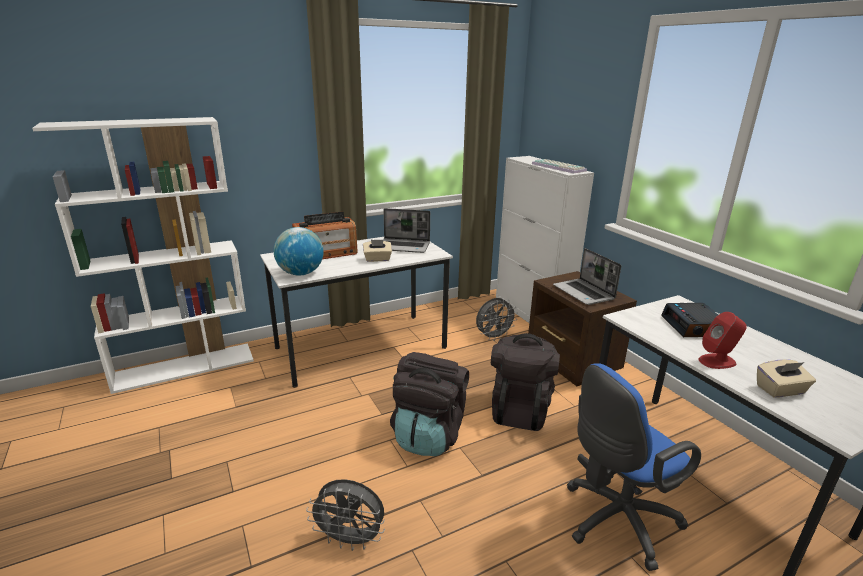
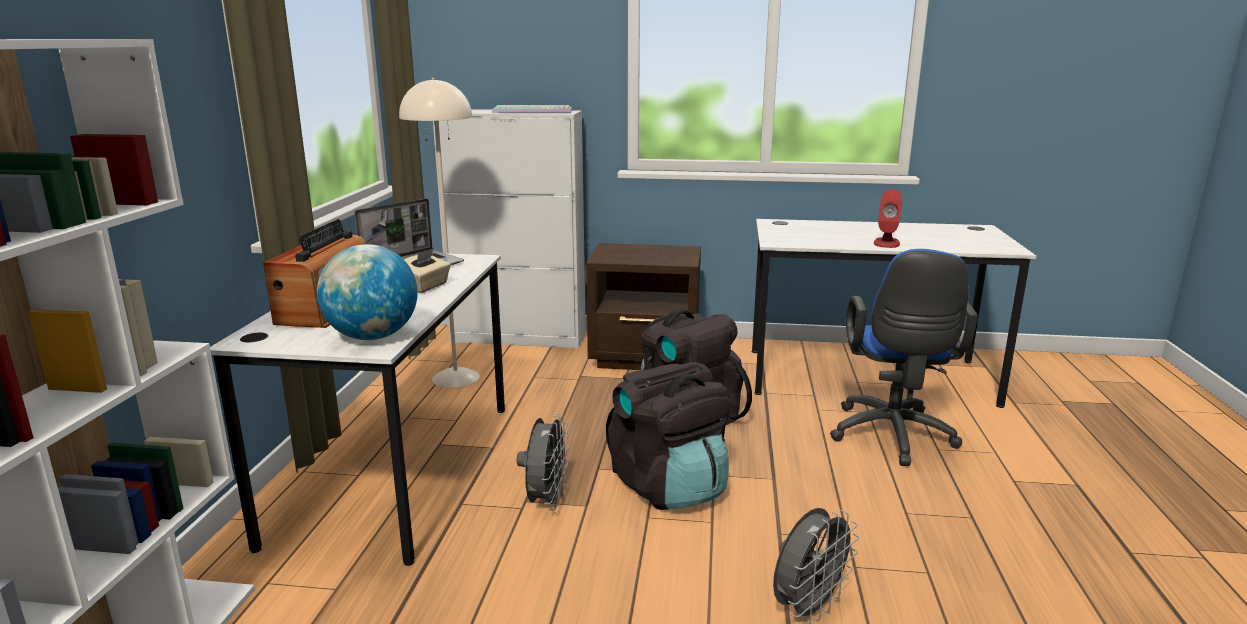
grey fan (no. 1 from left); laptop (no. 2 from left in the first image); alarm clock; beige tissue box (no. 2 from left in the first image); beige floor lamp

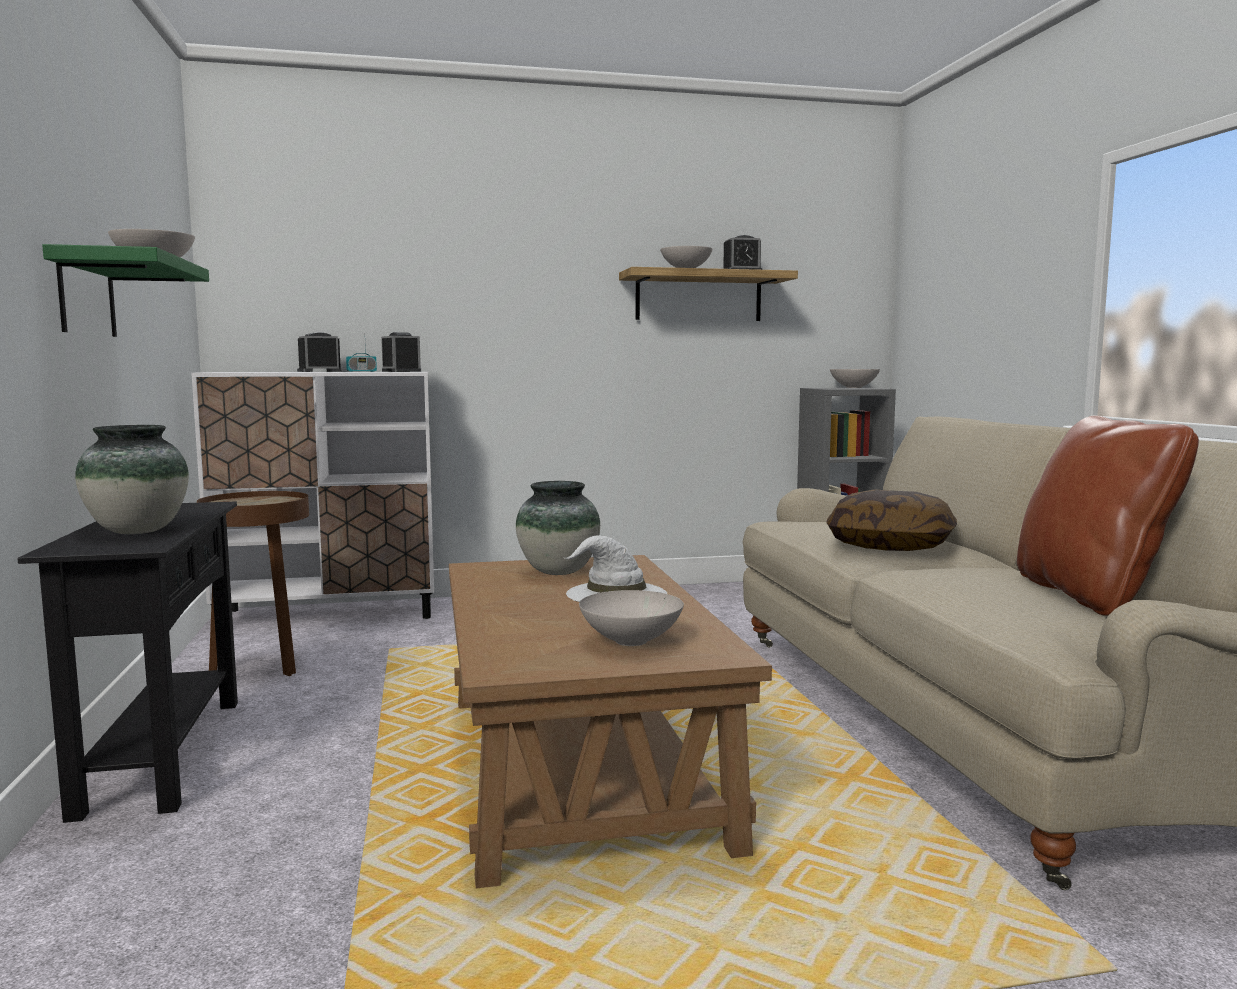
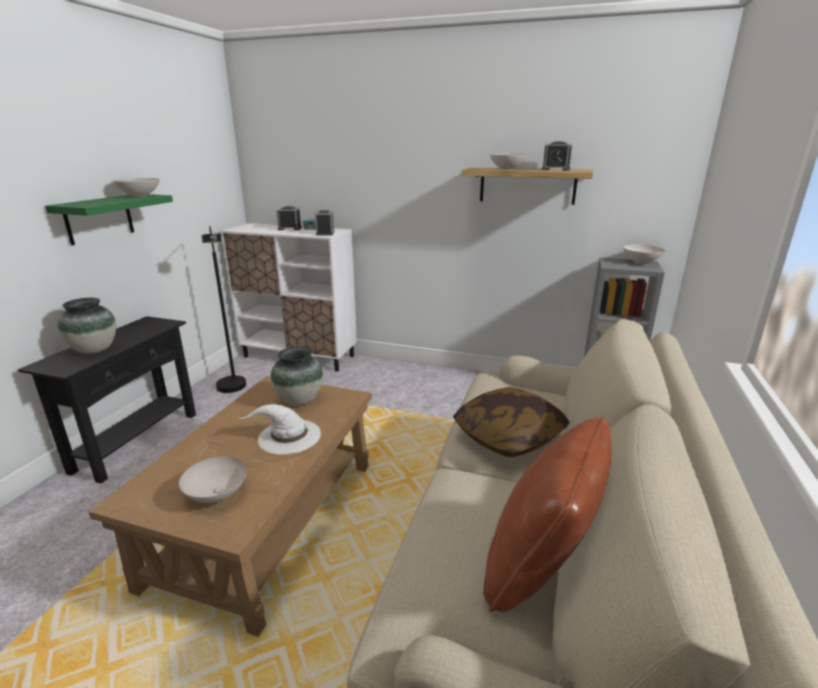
black floor lamp

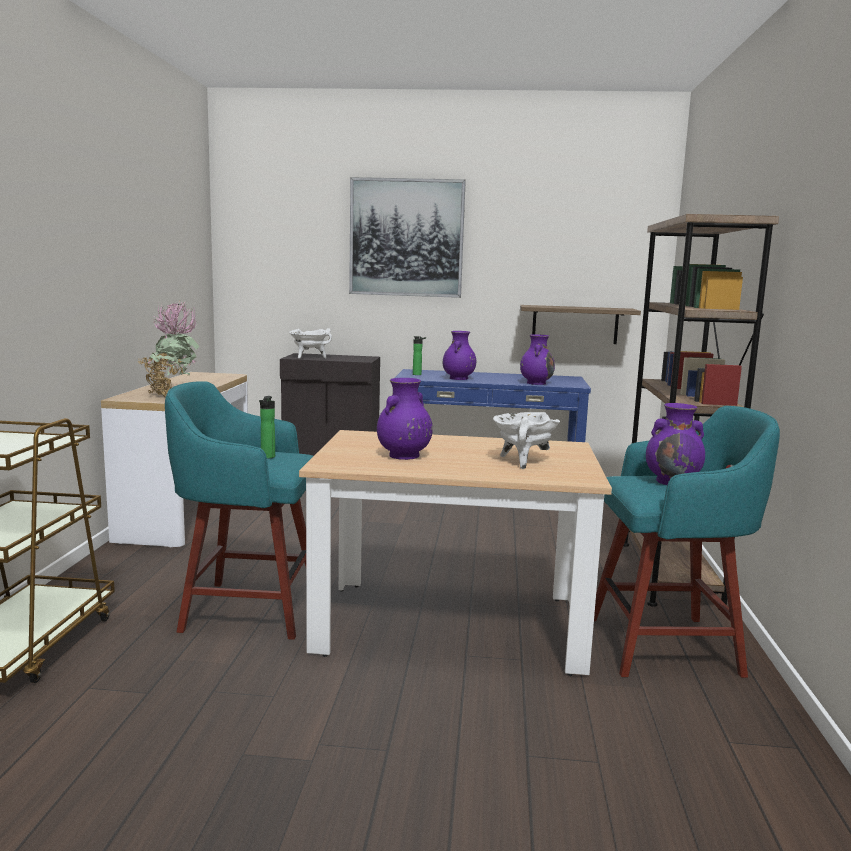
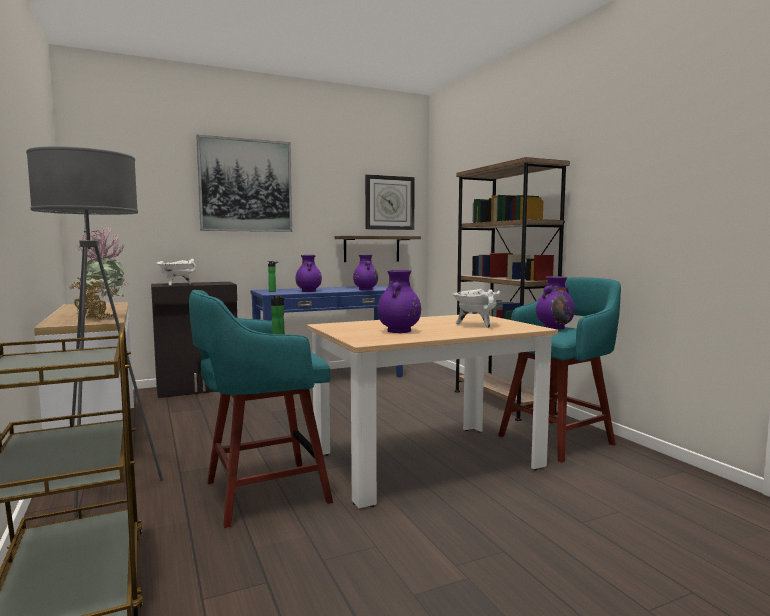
grey floor lamp; wall clock

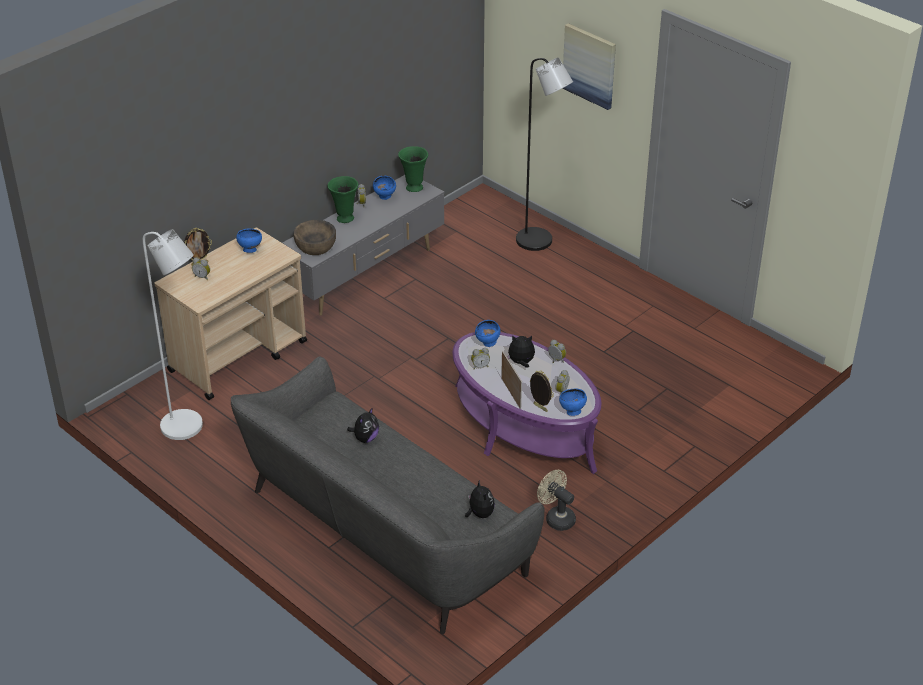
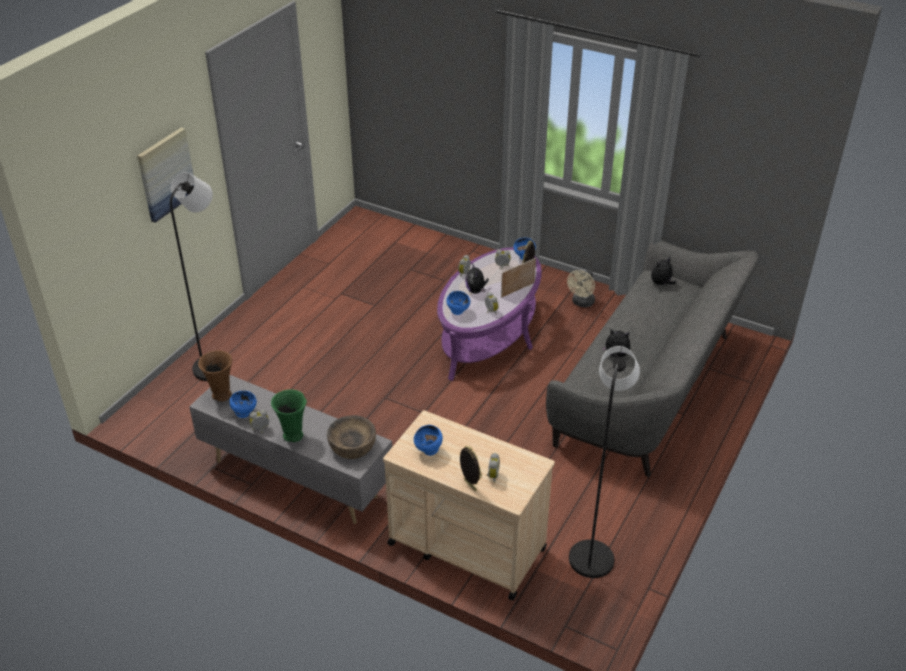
black floor lamp (no. 2 from left); brown vase

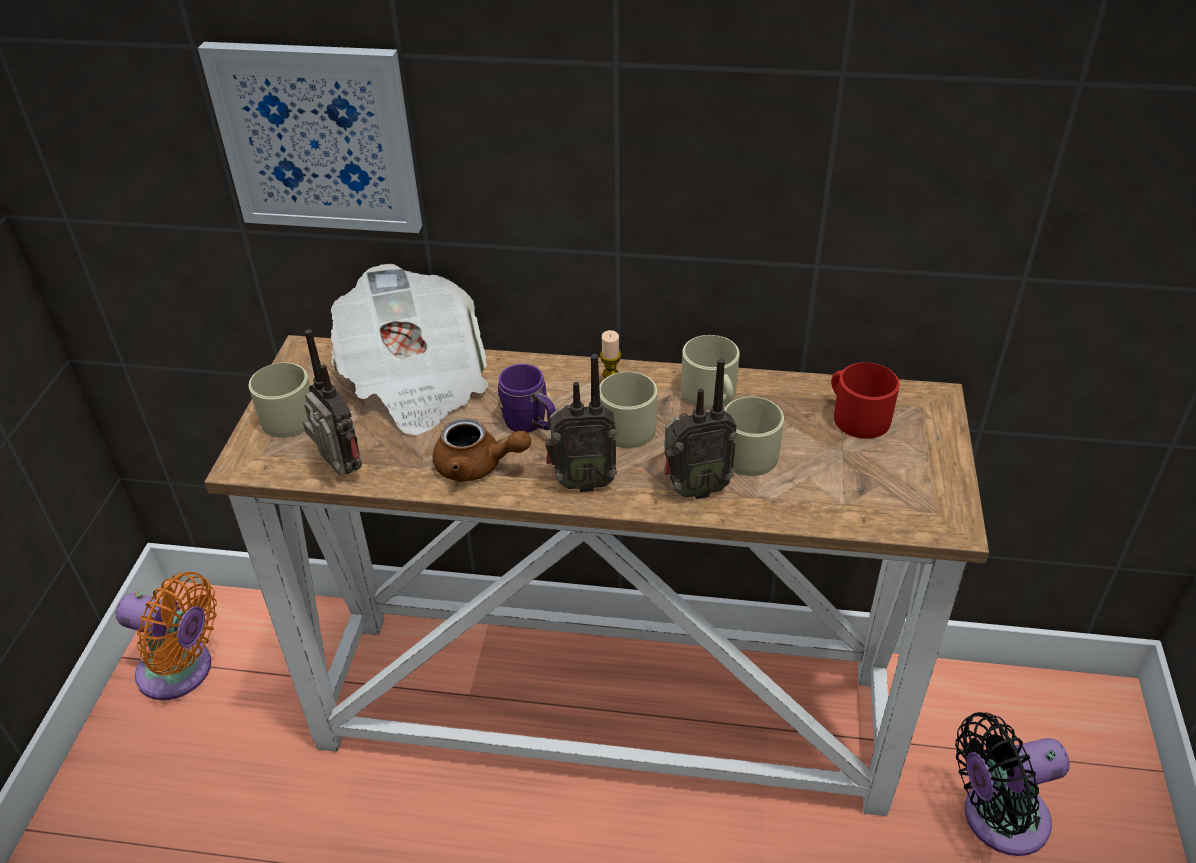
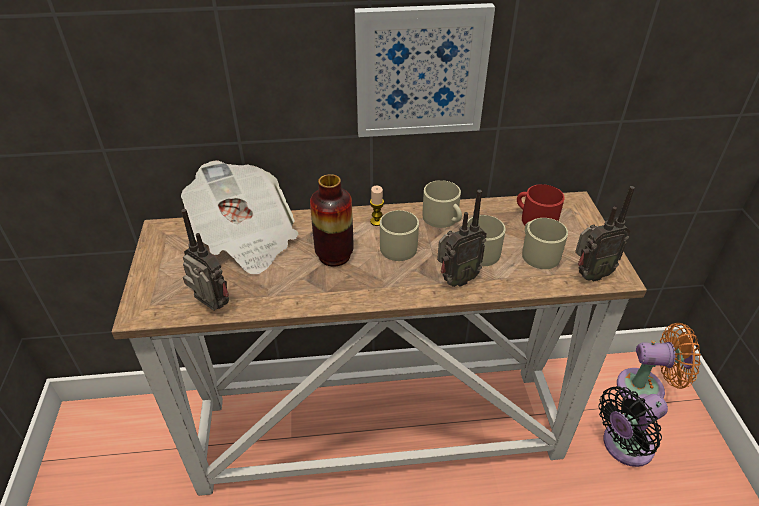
orange fan; picture; beige mug (no. 4 from left); brown teapot; vase; radio (no. 3 from left)

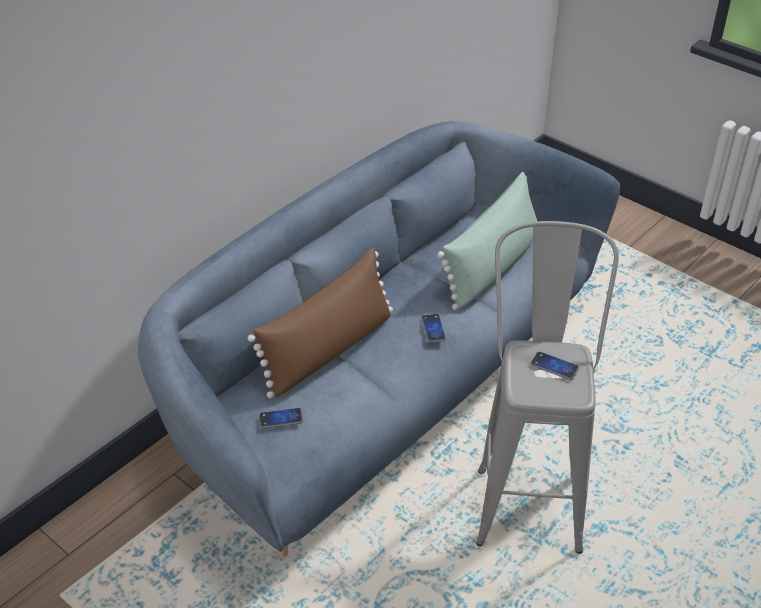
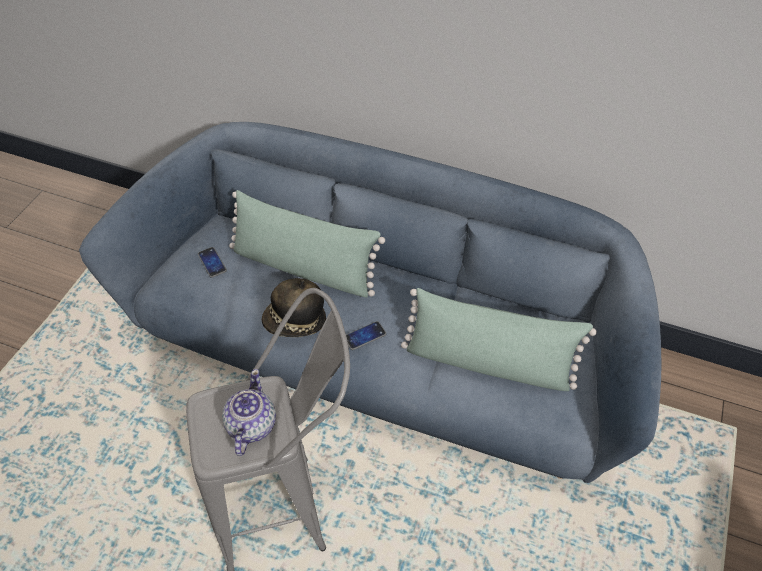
green pillow (no. 1 from left); teapot; hat

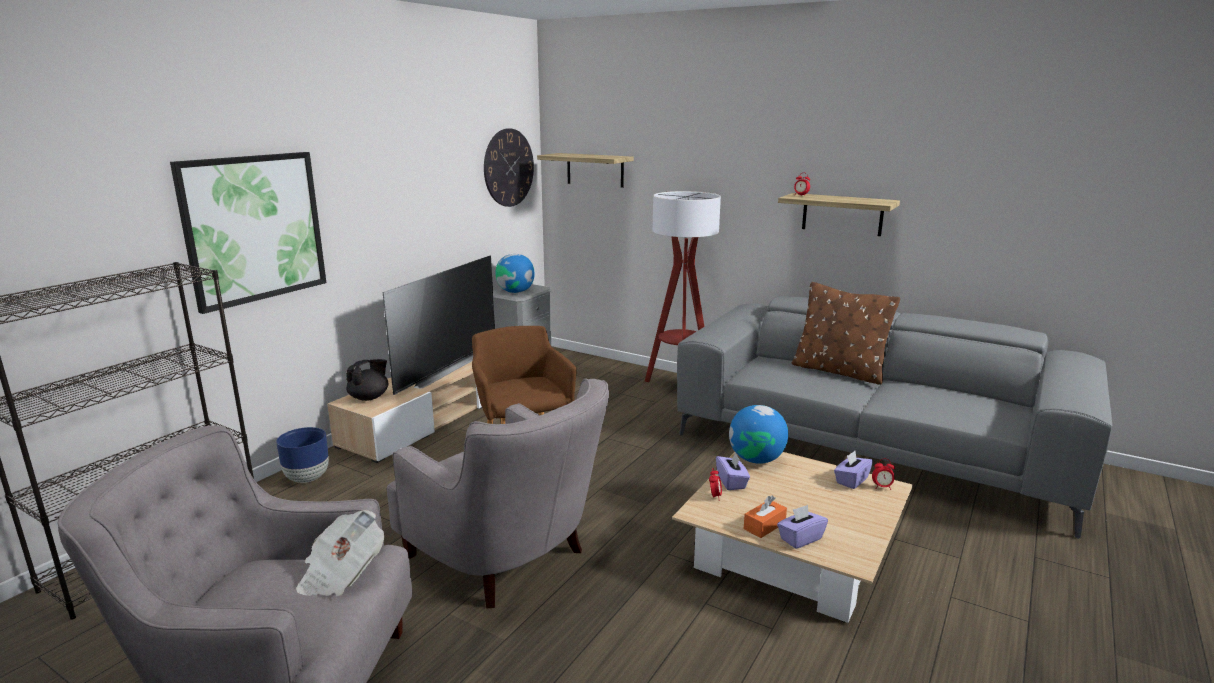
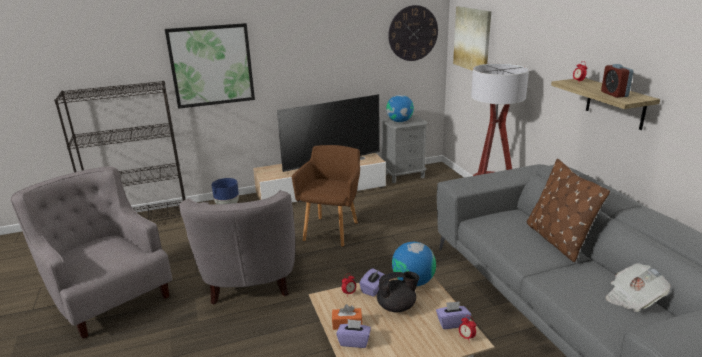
newspaper; black teapot; picture (no. 2 from left); alarm clock (no. 4 from left)

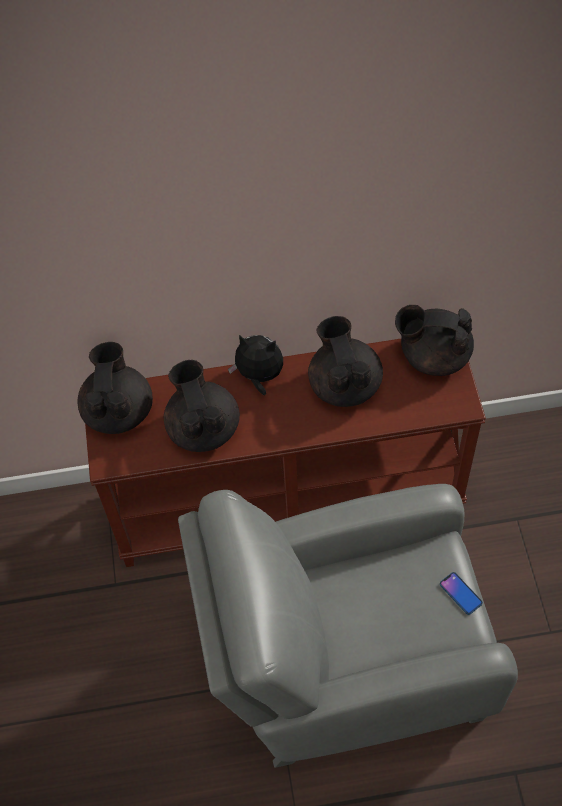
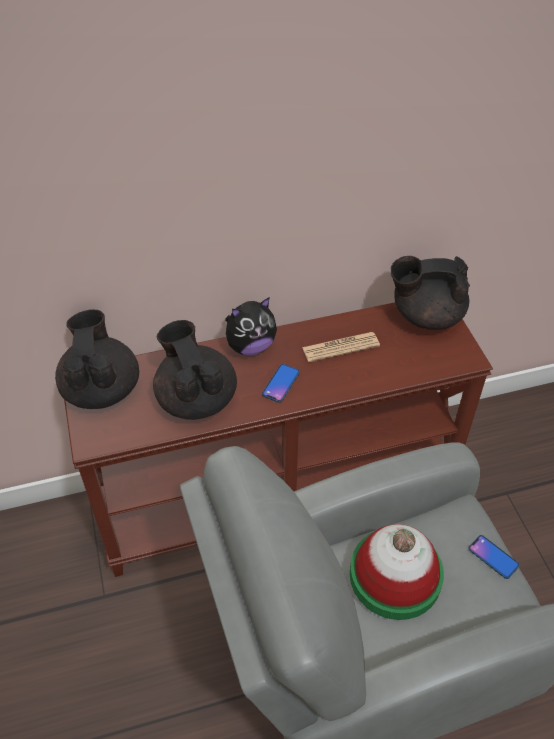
plush toy; newspaper; phone (no. 1 from left); hat

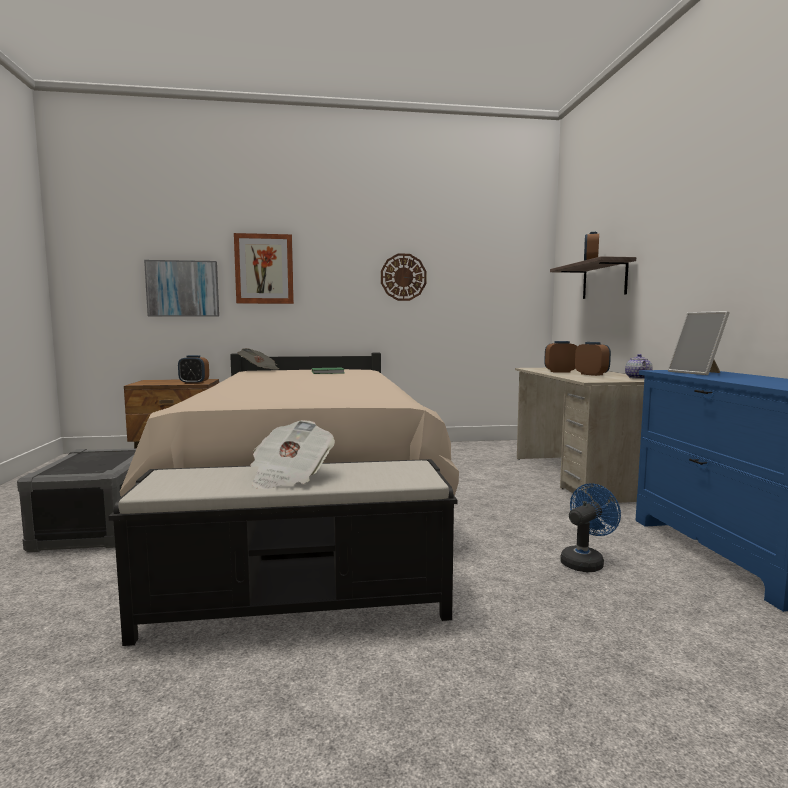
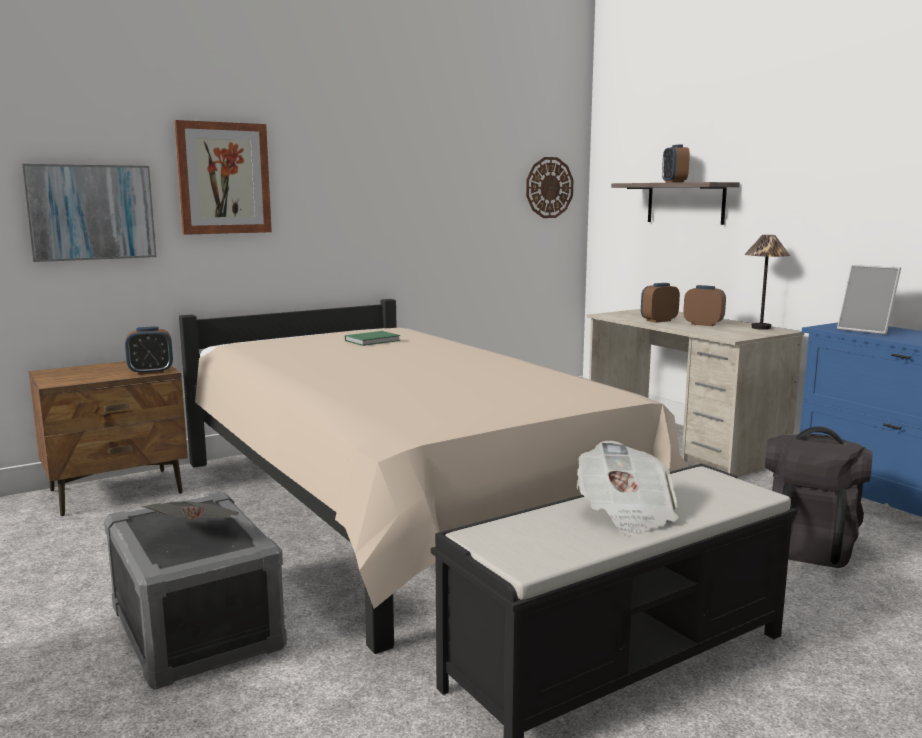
newspaper (no. 1 from left); wall clock; black backpack; table lamp

